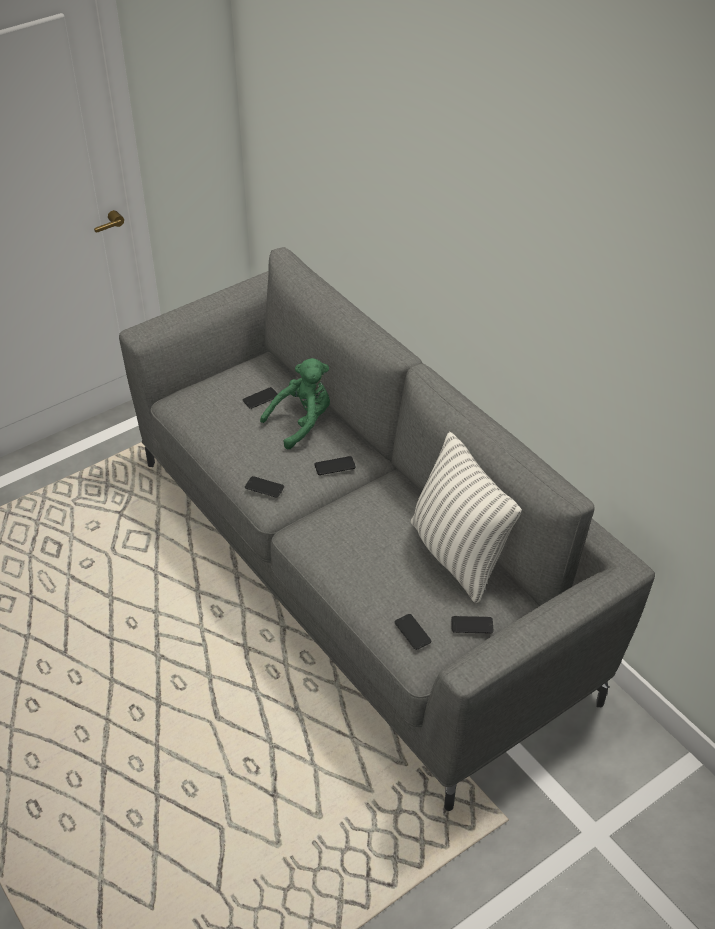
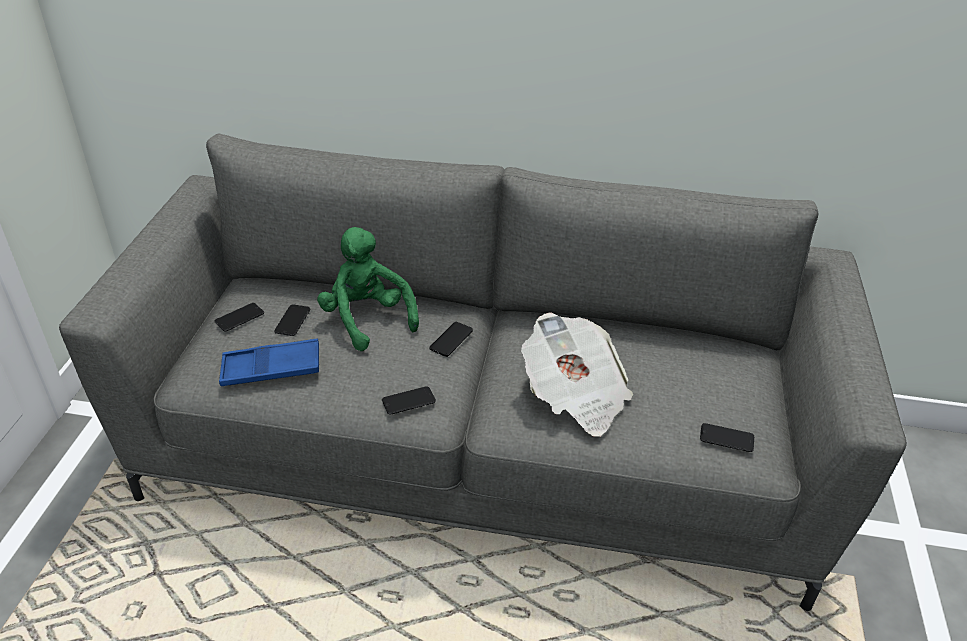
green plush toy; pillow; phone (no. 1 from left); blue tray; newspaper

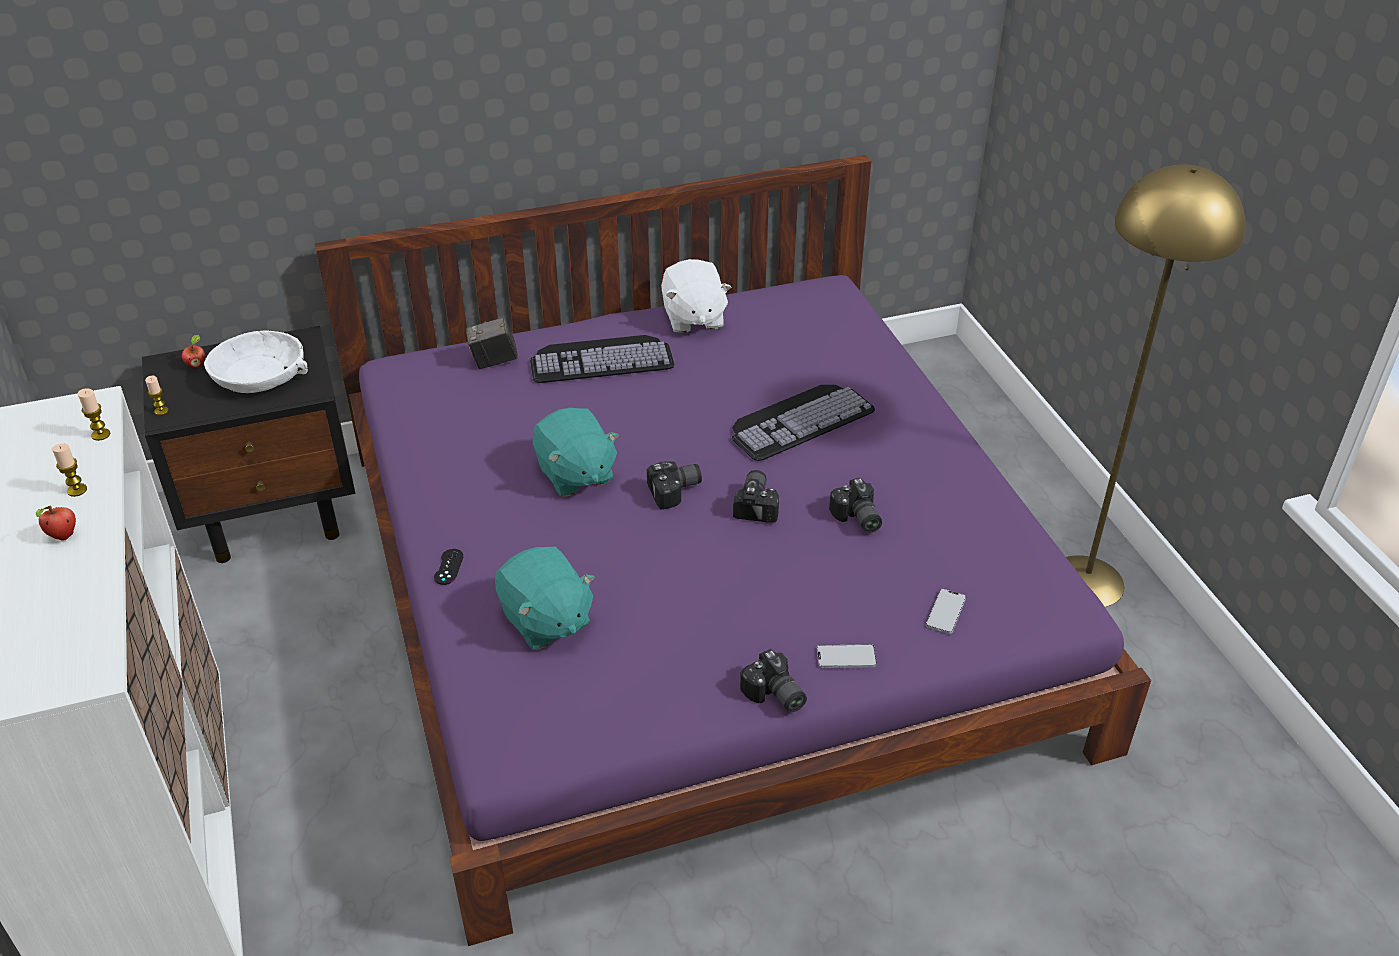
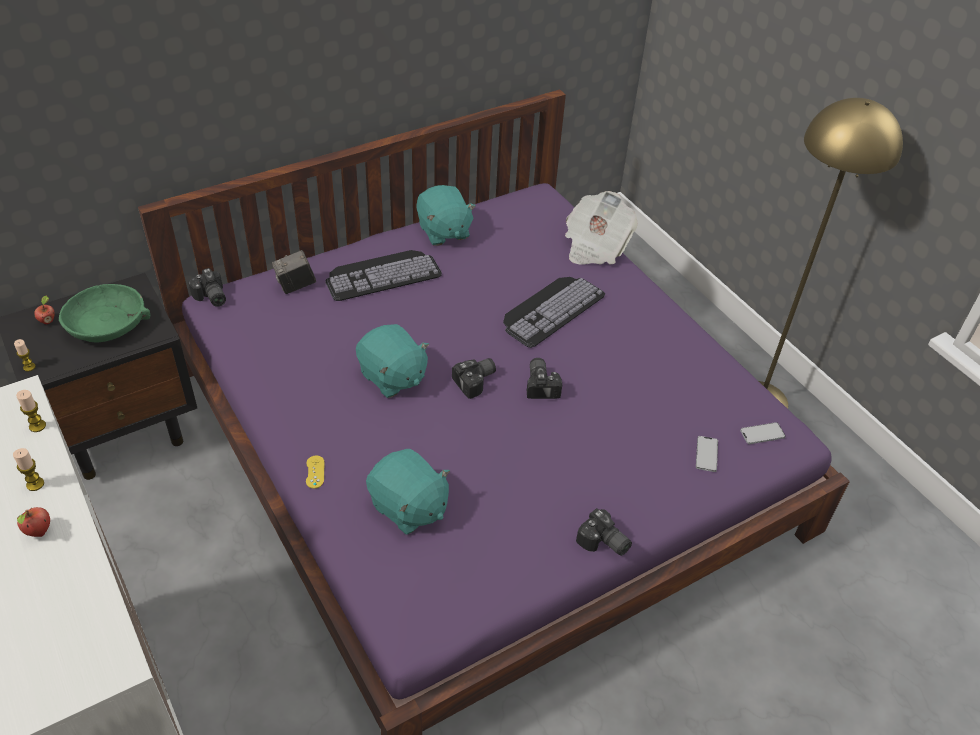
green bowl; yellow game controller; turquoise plush toy (no. 3 from left); phone (no. 2 from left); photo camera (no. 1 from left); newspaper

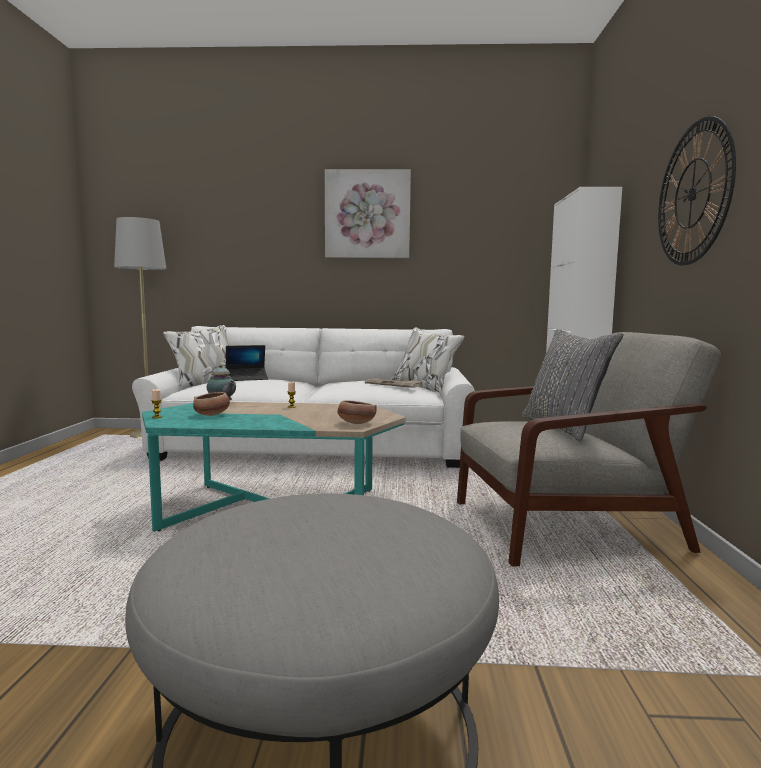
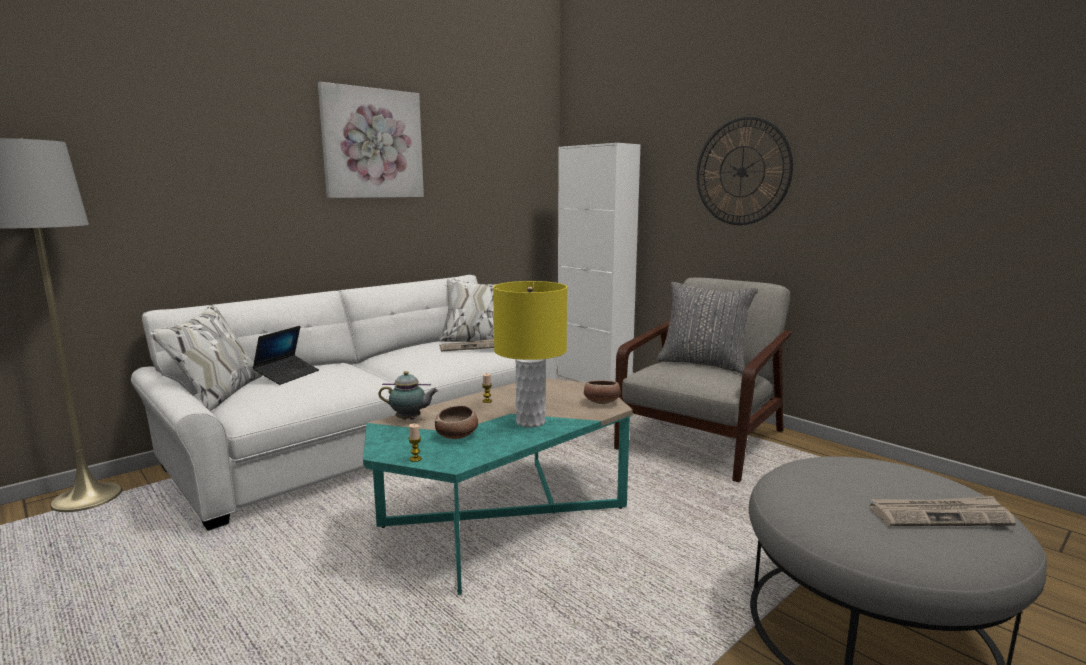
yellow table lamp; newspaper (no. 2 from left)

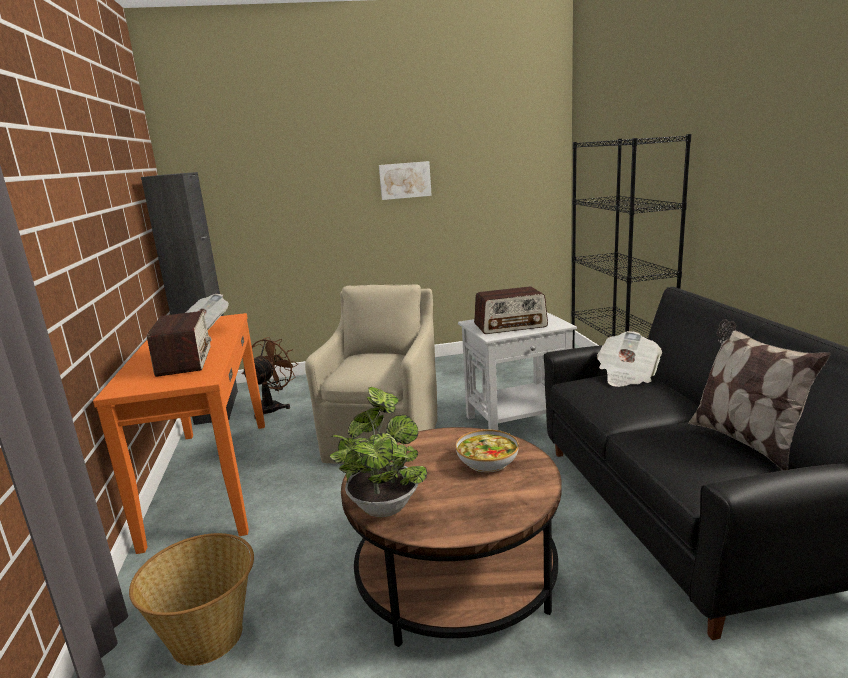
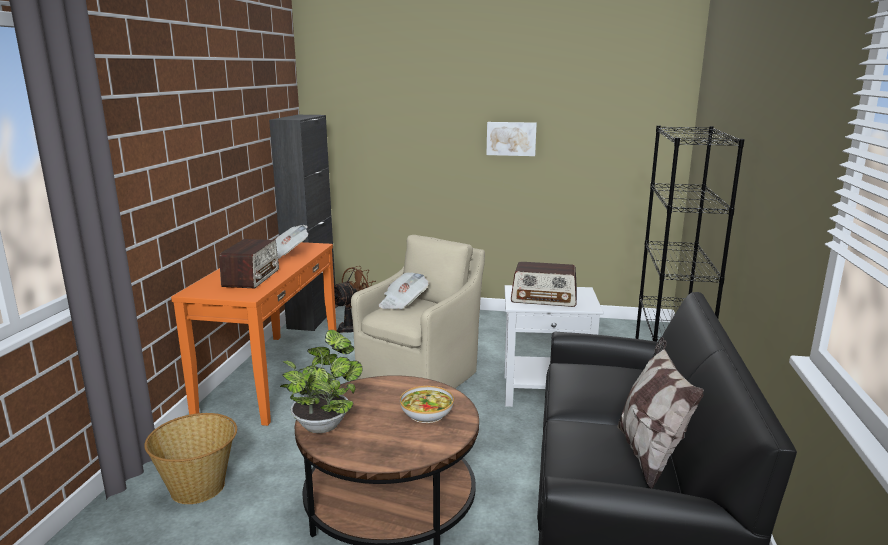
newspaper (no. 2 from left)

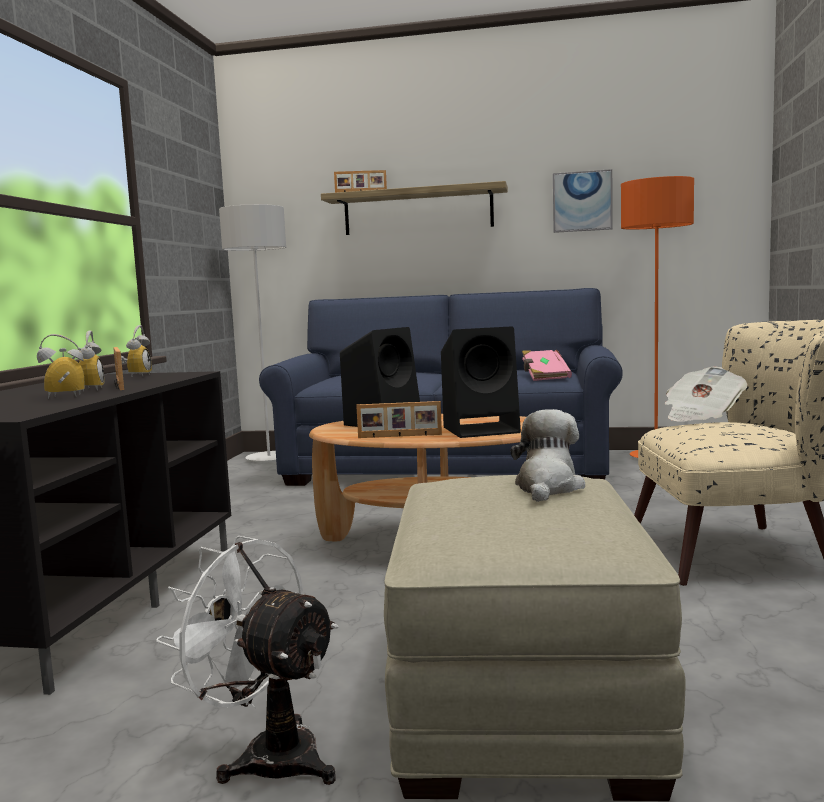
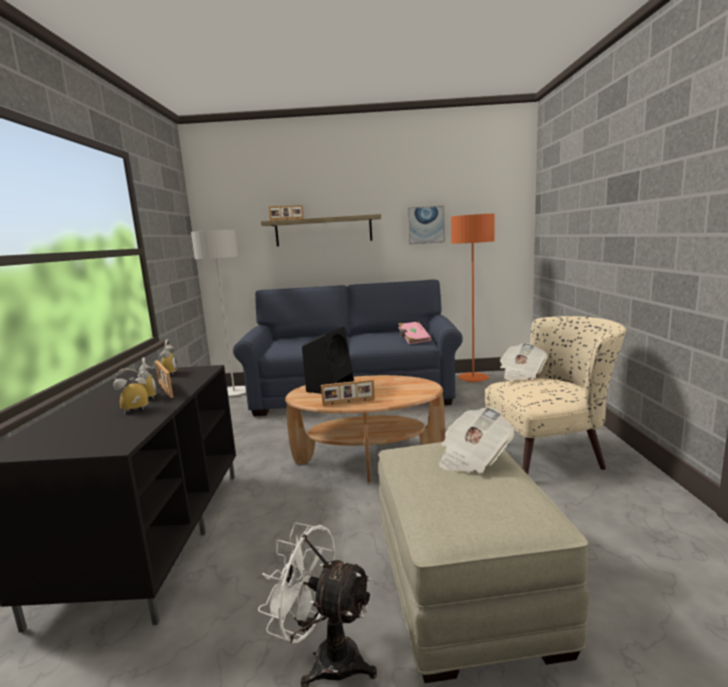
black speaker (no. 2 from left in the first image); newspaper (no. 1 from left)

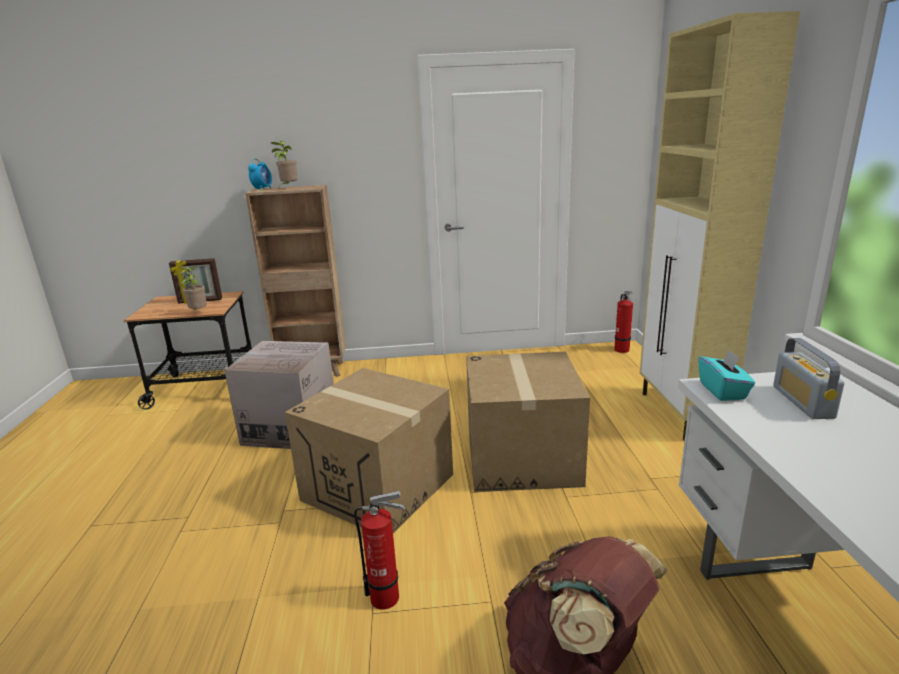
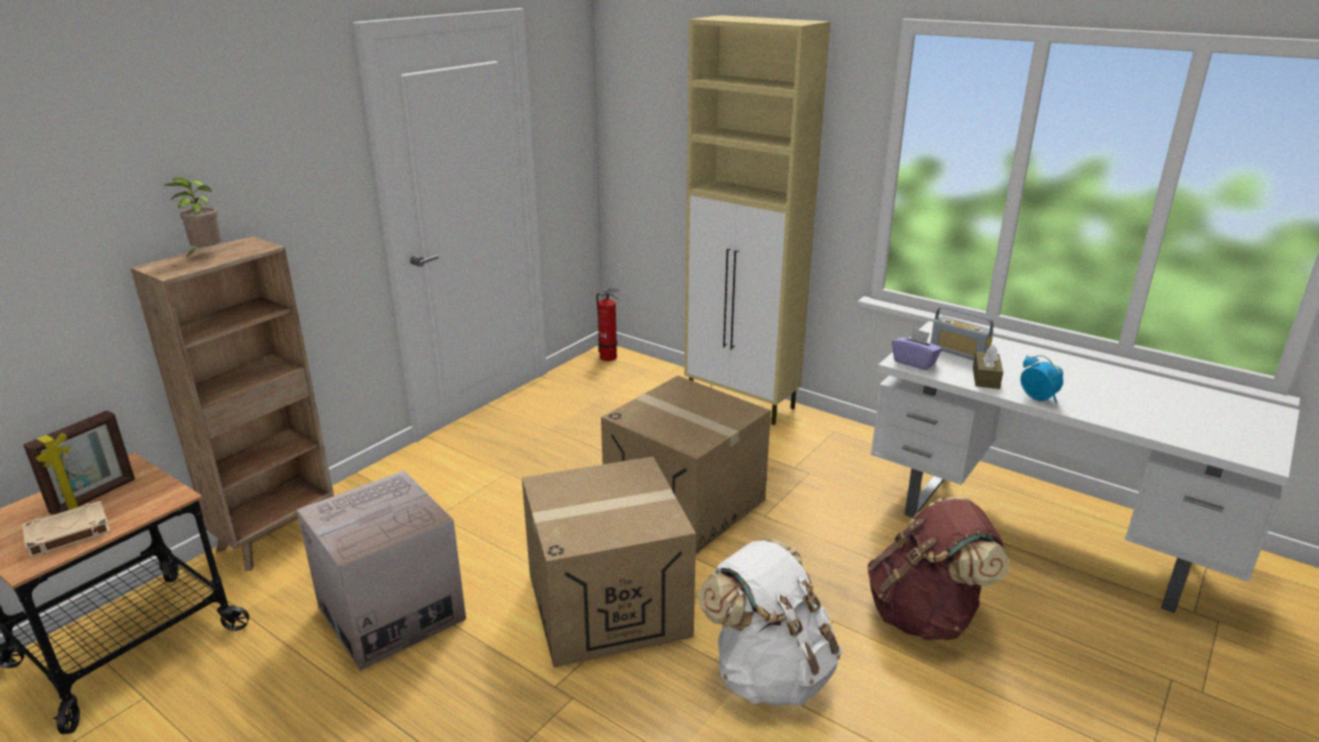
potted plant (no. 1 from left in the first image); alarm clock; white backpack; purple tissue box; beige book; brown tissue box

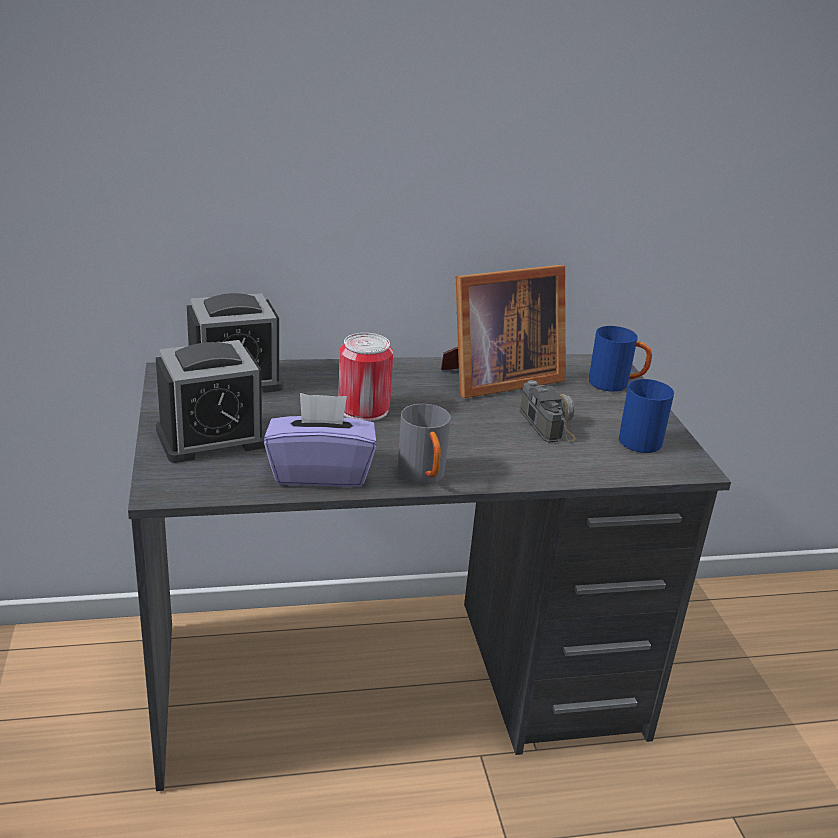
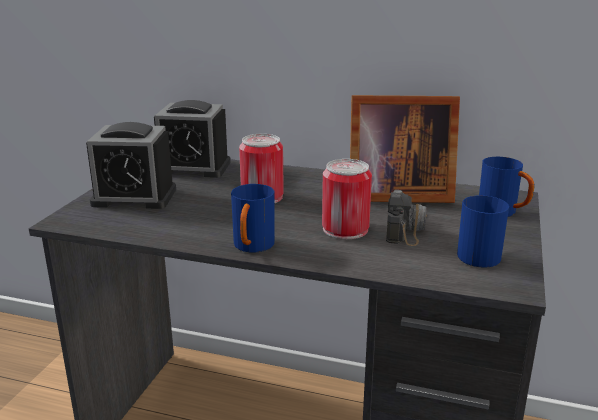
purple tissue box; blue mug (no. 1 from left); can (no. 2 from left)

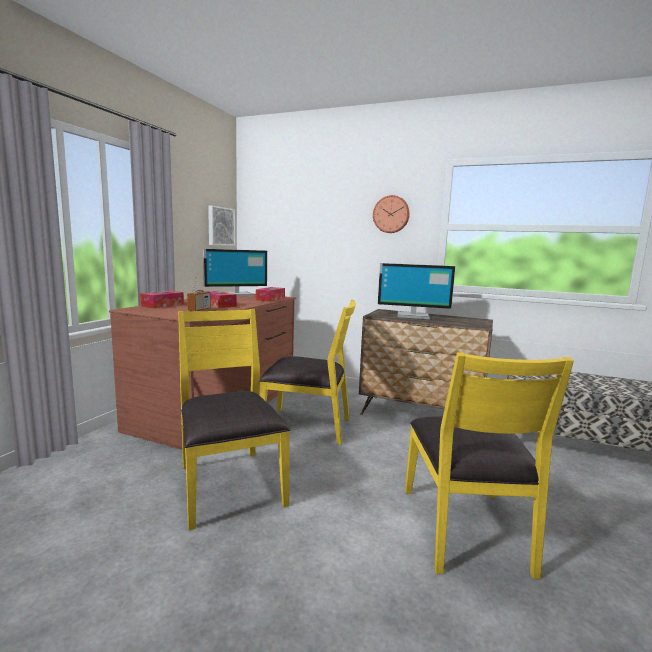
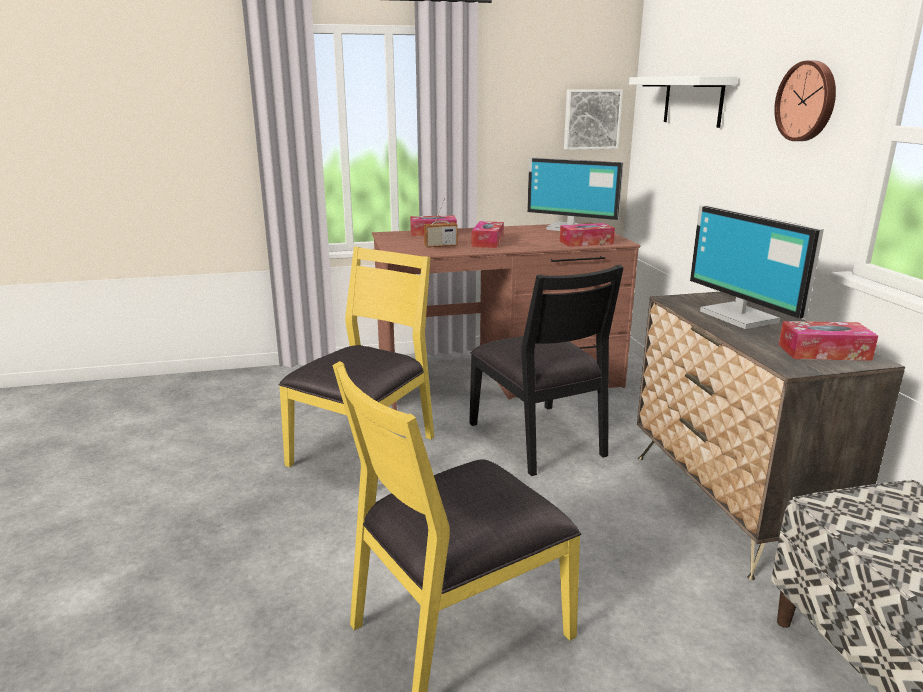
black chair; white shelf; tissue box (no. 4 from left)

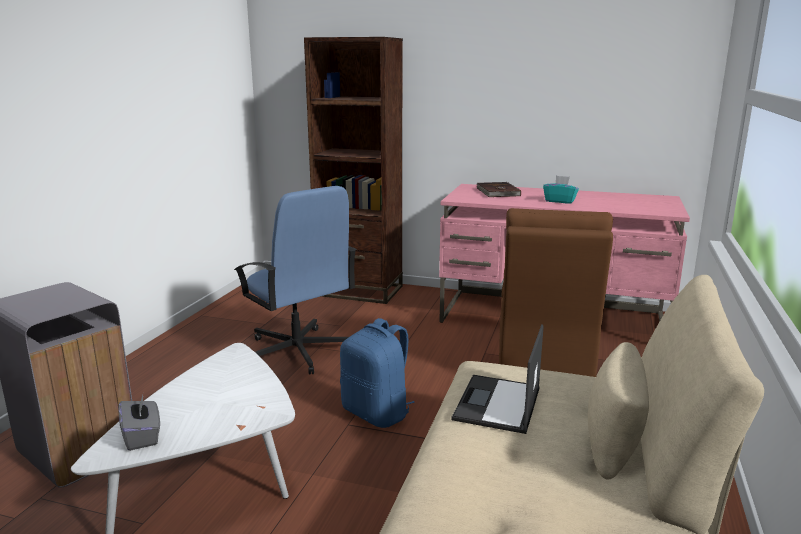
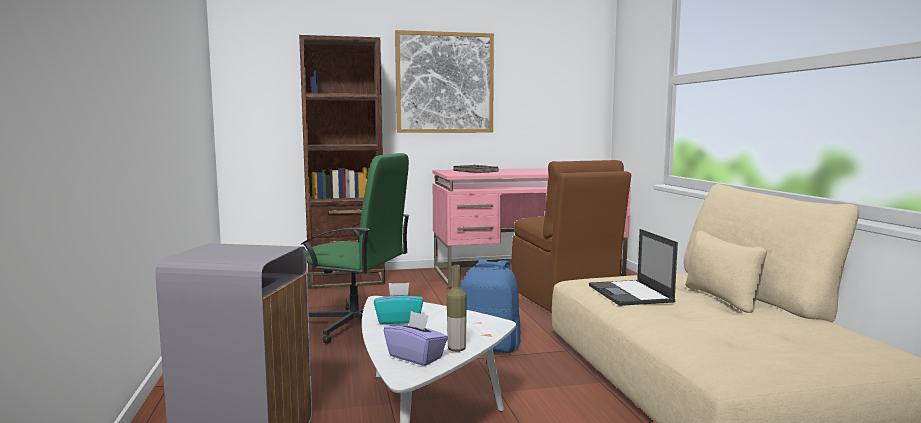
purple tissue box; green office chair; turquoise tissue box; picture; bottle

